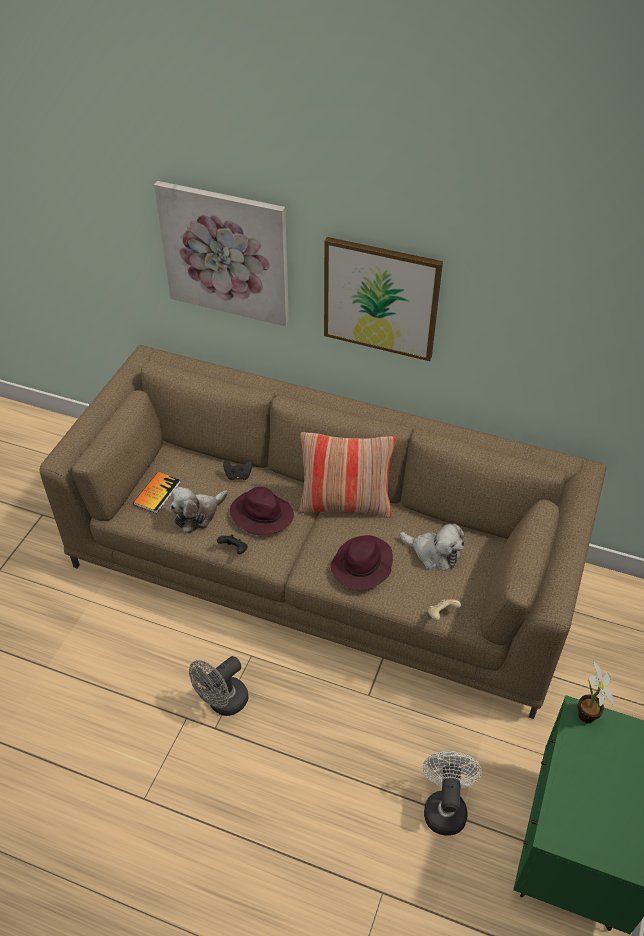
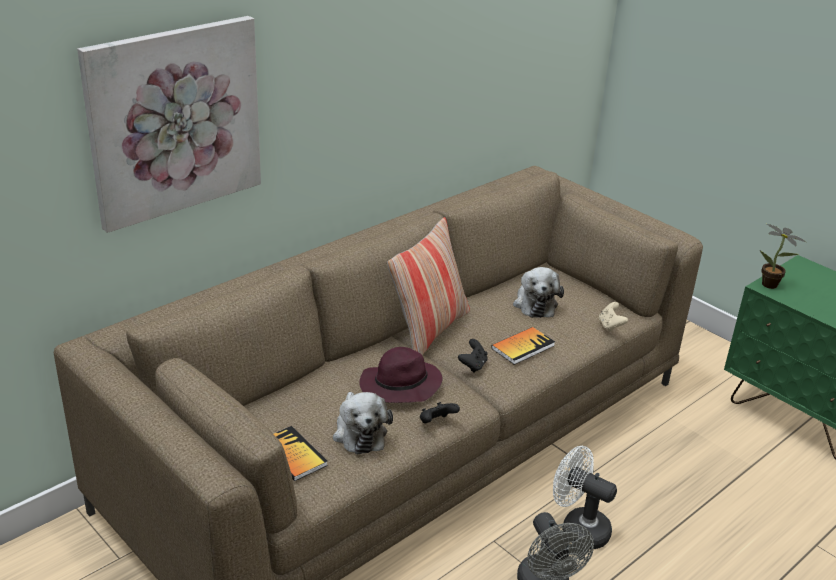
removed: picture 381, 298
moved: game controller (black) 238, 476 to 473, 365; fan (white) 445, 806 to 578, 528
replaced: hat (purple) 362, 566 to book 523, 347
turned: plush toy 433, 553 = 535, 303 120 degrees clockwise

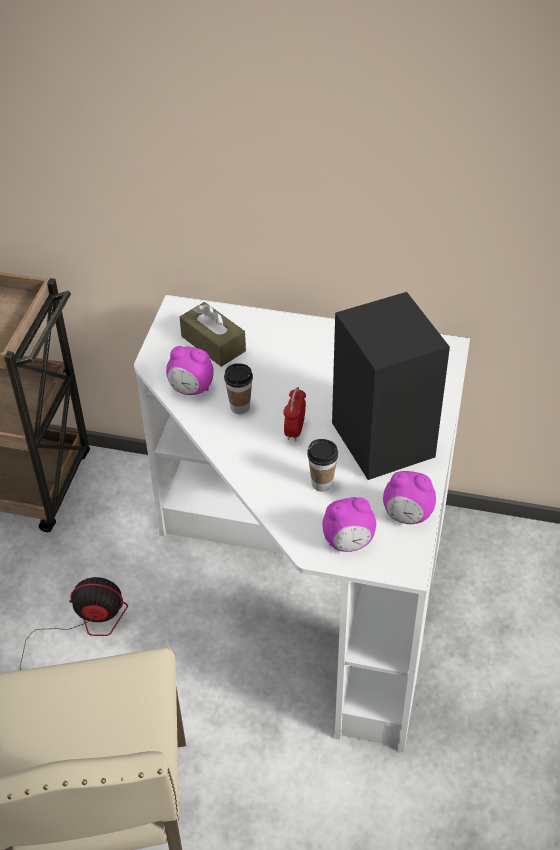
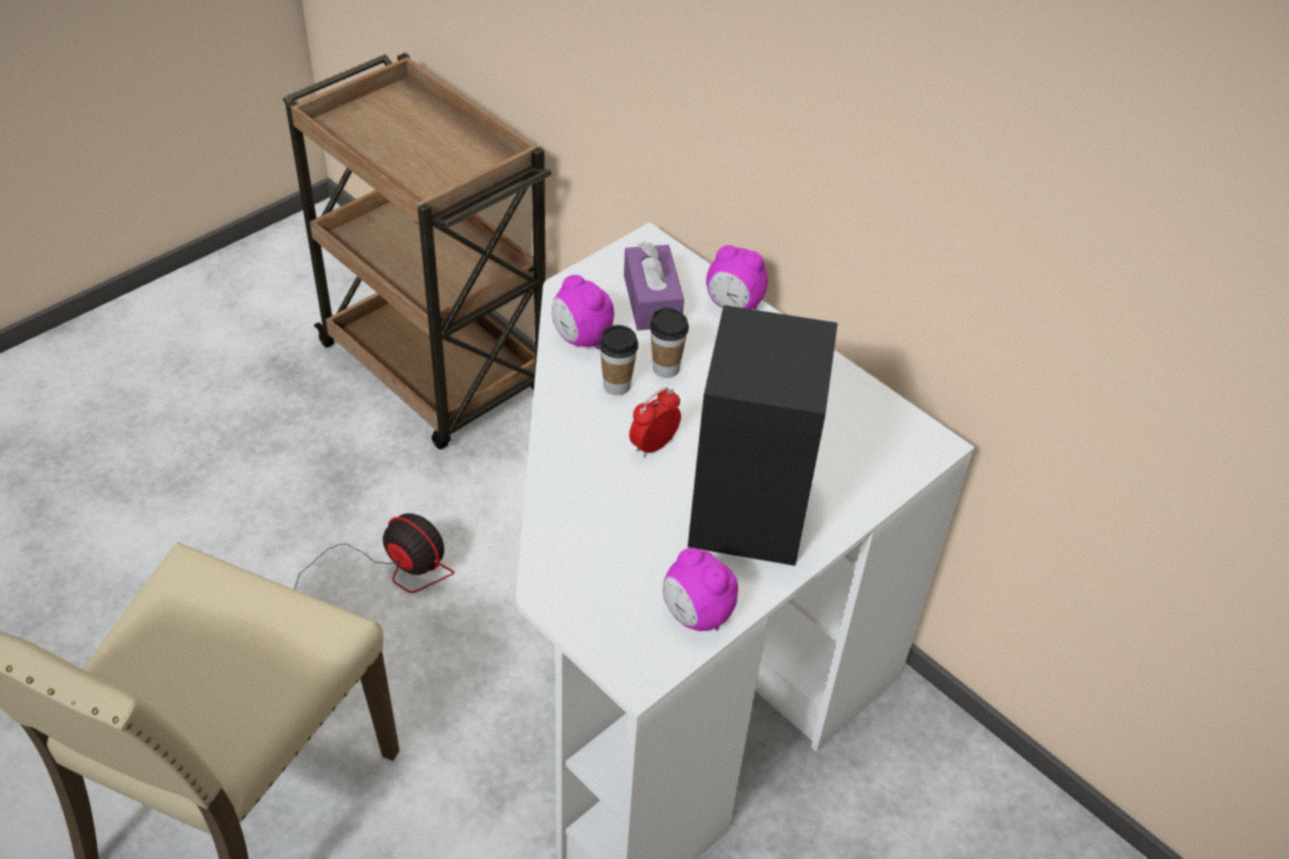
moved: cup 322, 483 to 666, 368; alarm clock 348, 542 to 734, 305
recoloured: tissue box (brown) 213, 344 to tissue box (purple) 652, 301

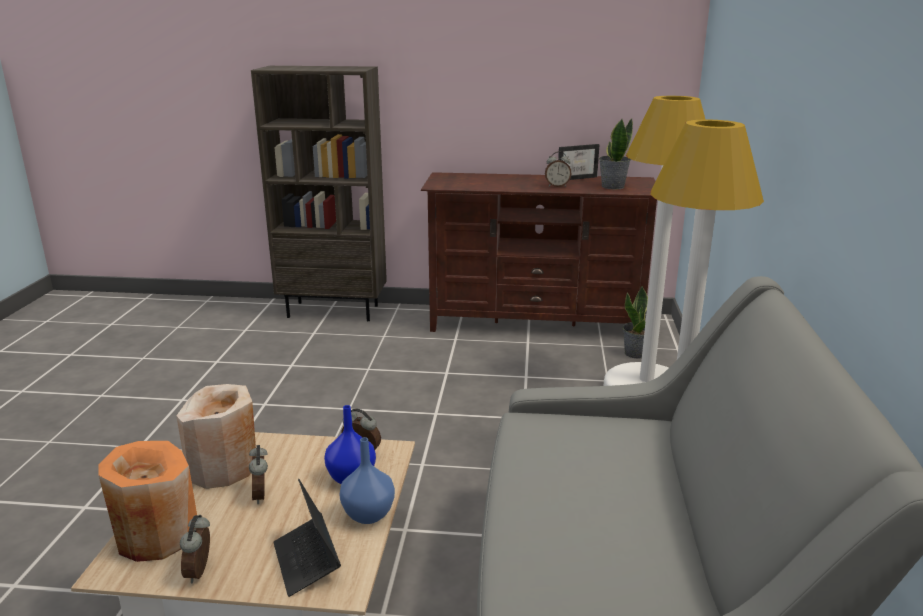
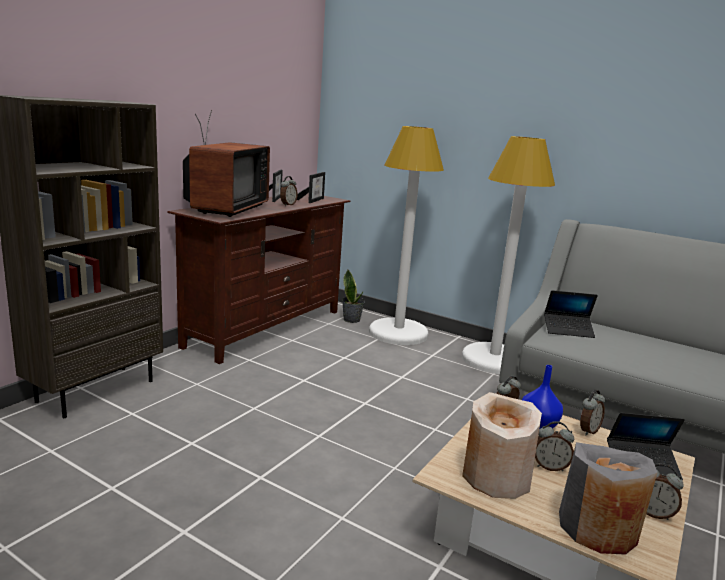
added: television 224, 209; laptop 568, 330
replaced: potted plant 612, 186 to picture frame 313, 200; vase (blue) 369, 514 to alarm clock 588, 430
recoloured: vase (orange) 156, 535 to vase (grey) 597, 529

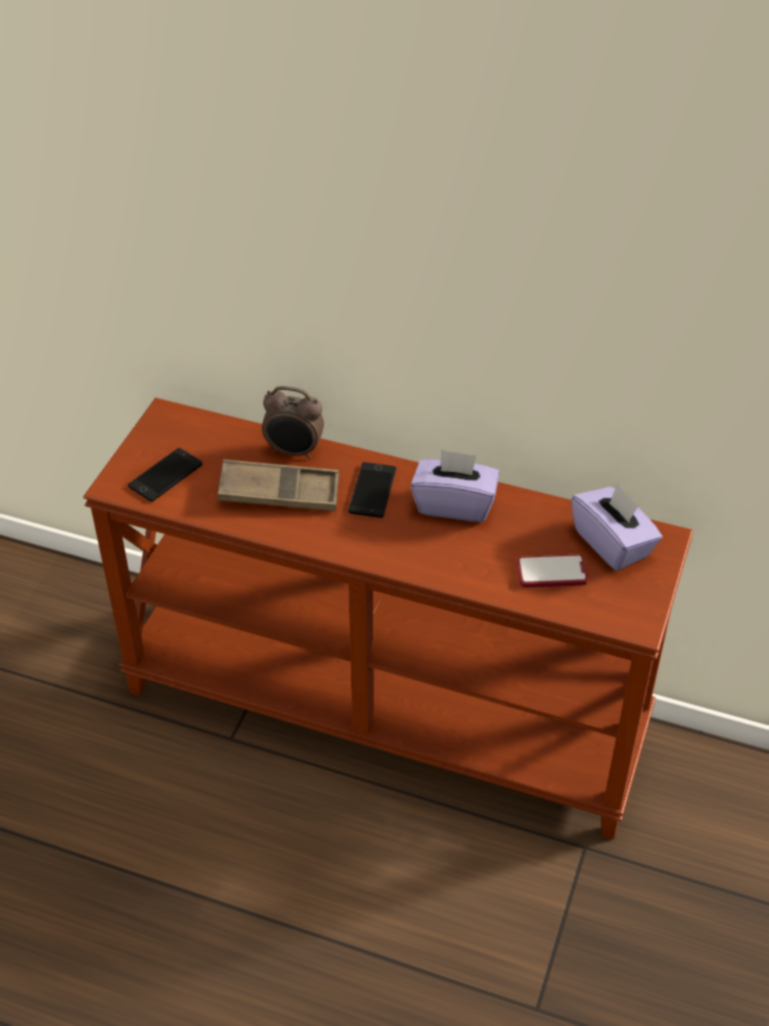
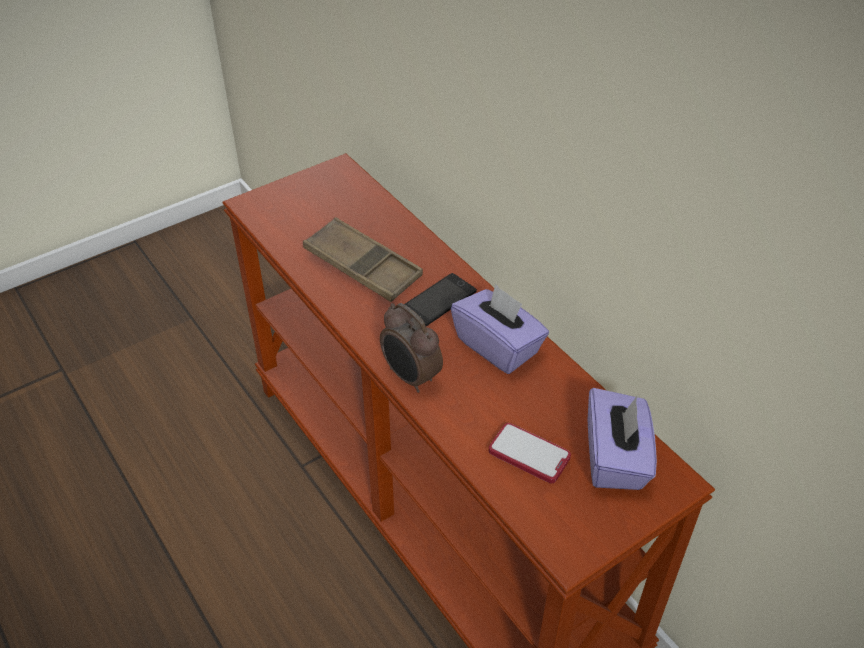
removed: phone 165, 475
moved: alarm clock 294, 452 to 410, 377

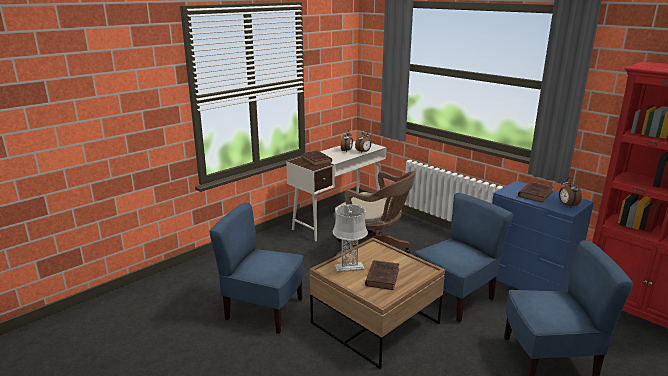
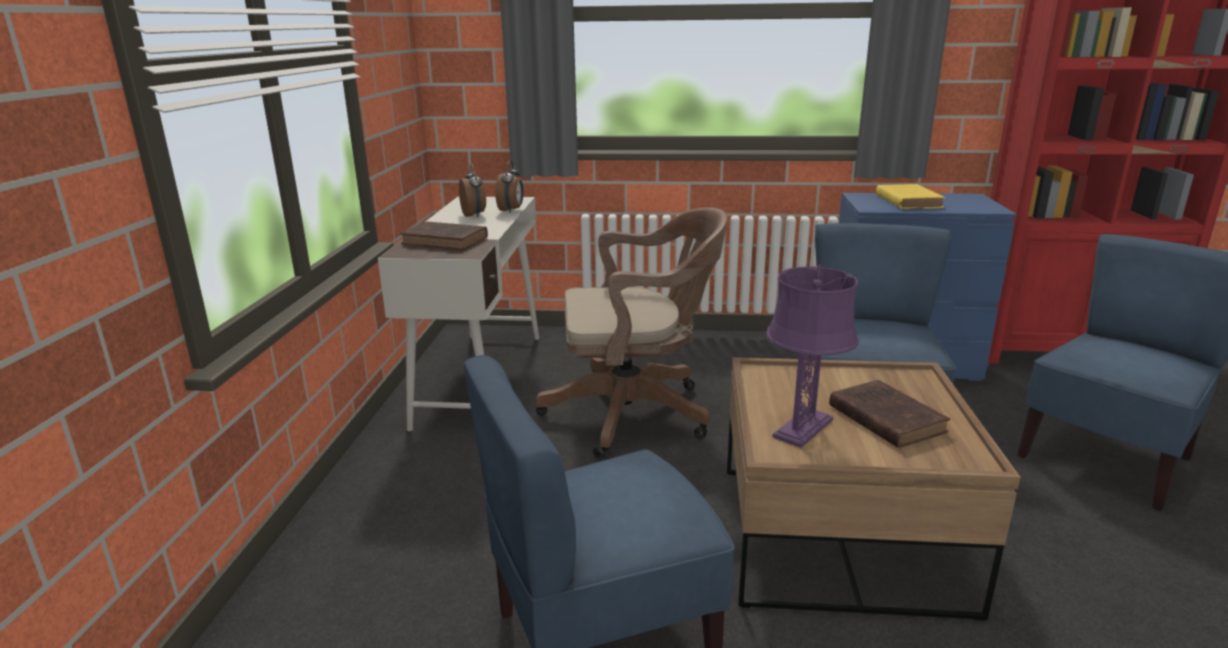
removed: alarm clock 567, 205
recoloured: book (brown) 535, 194 to book (yellow) 907, 201; table lamp (grey) 349, 267 to table lamp (purple) 803, 428

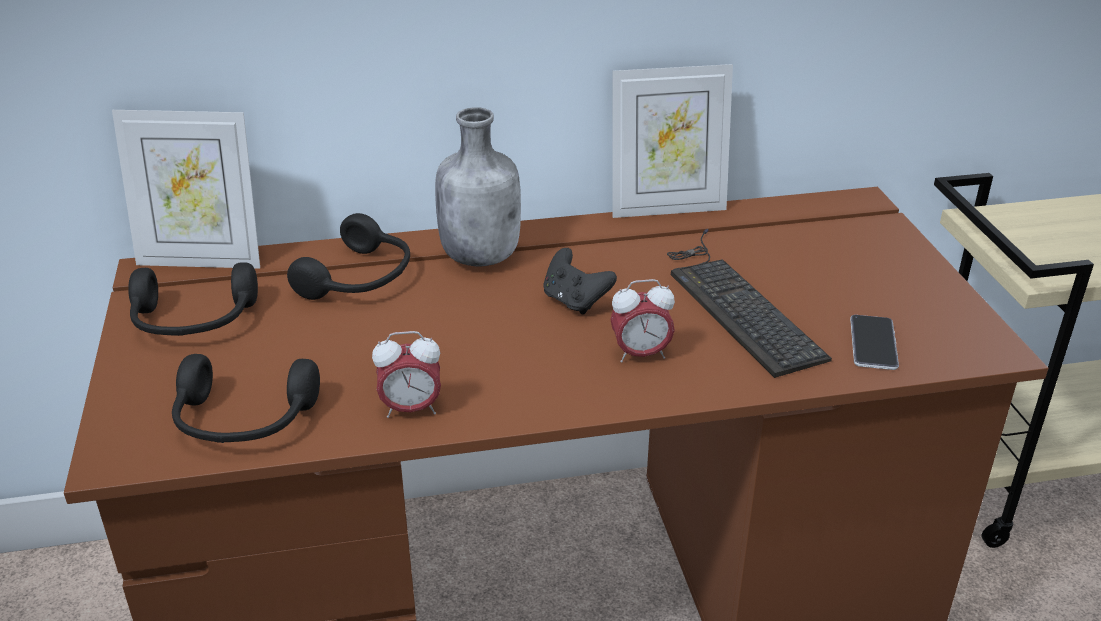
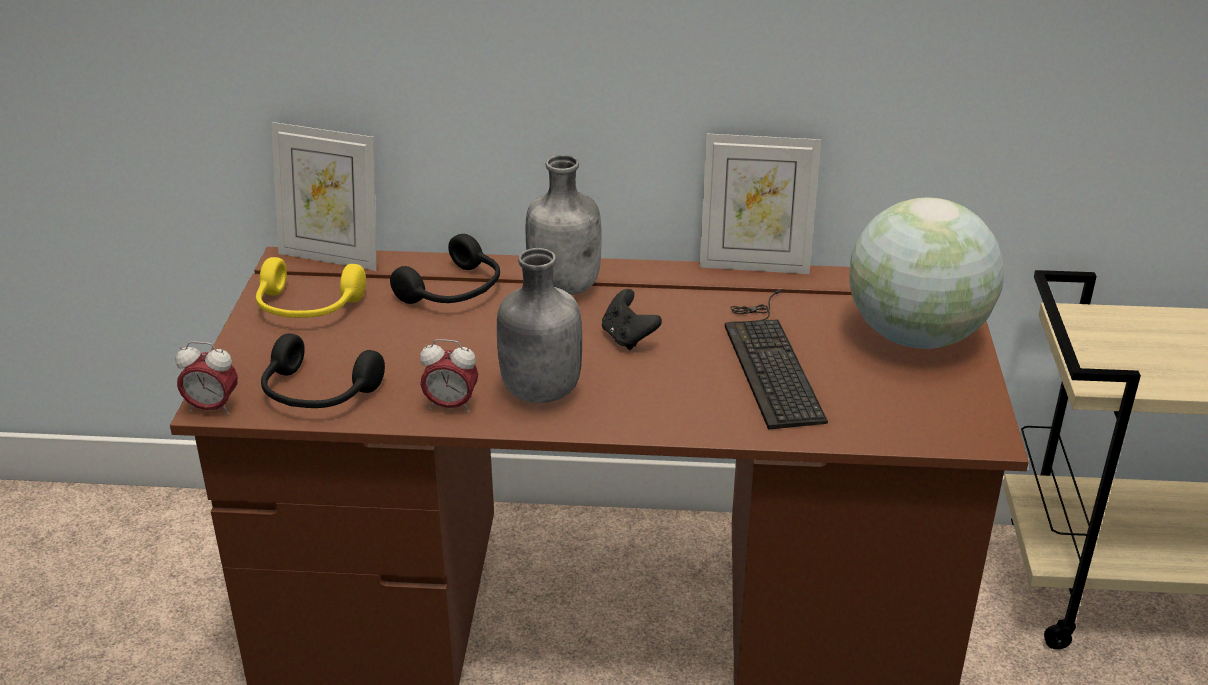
removed: phone 873, 343
added: globe 915, 336; bottle (grey) 539, 392
moved: alarm clock 640, 354 to 212, 408
recoloured: headphones (black) 193, 322 to headphones (yellow) 307, 308

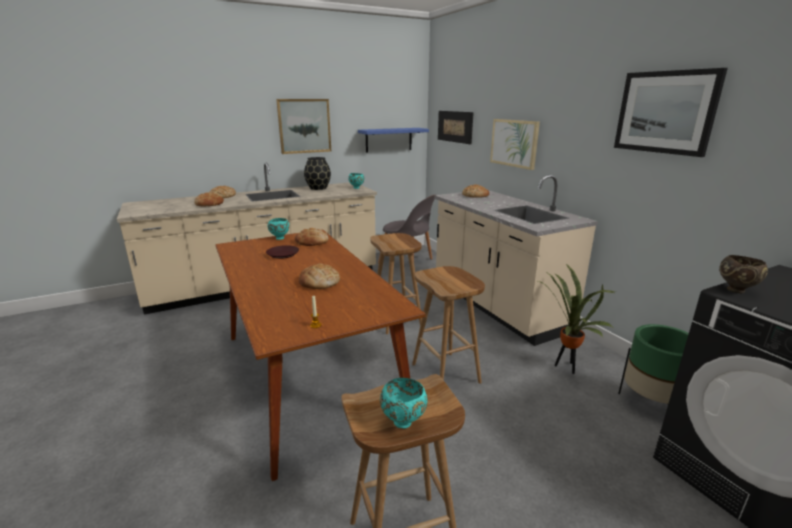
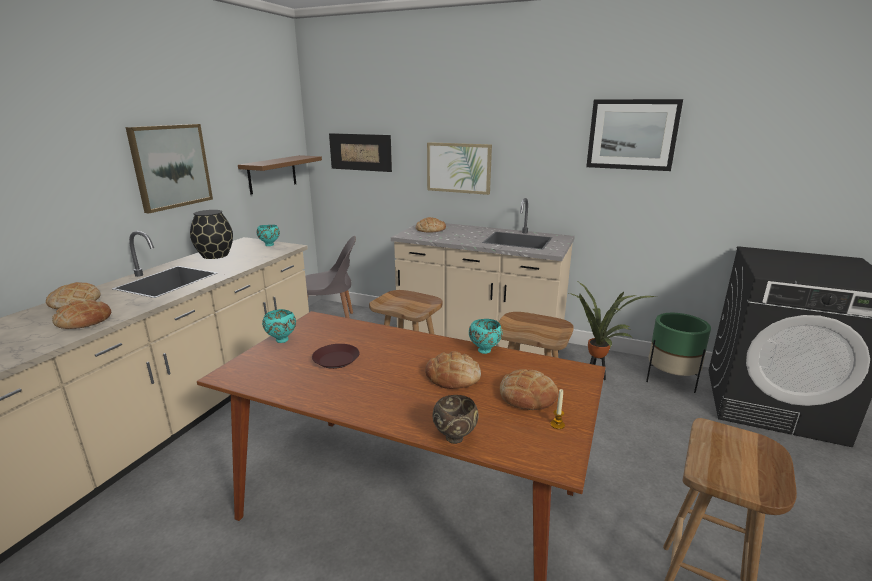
moved: bread 312, 241 to 527, 395; bowl (brown) 736, 290 to 455, 437; bowl (turquoise) 404, 422 to 485, 350
recoloured: shelf (blue) 388, 139 to shelf (brown) 272, 174

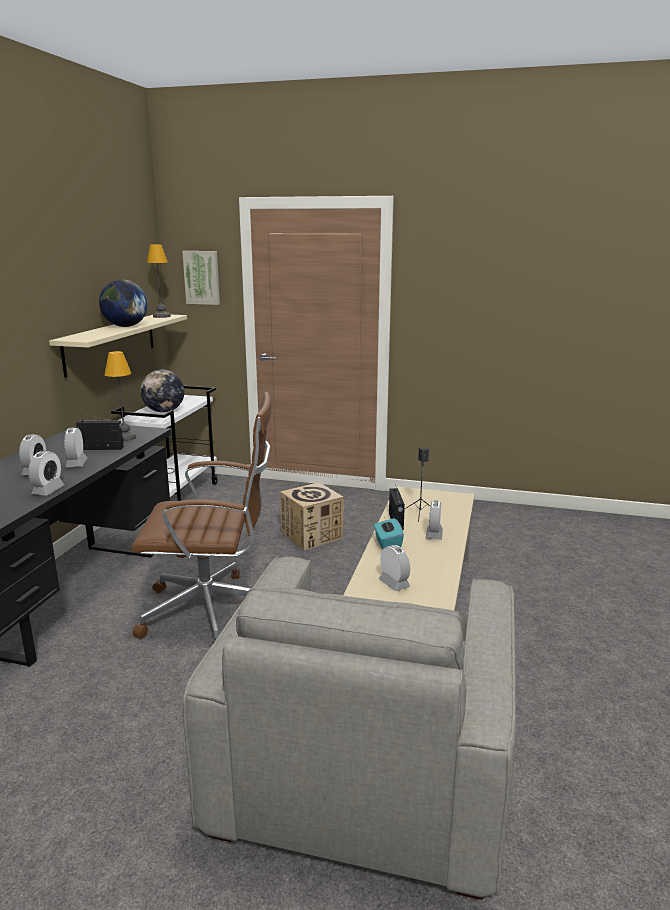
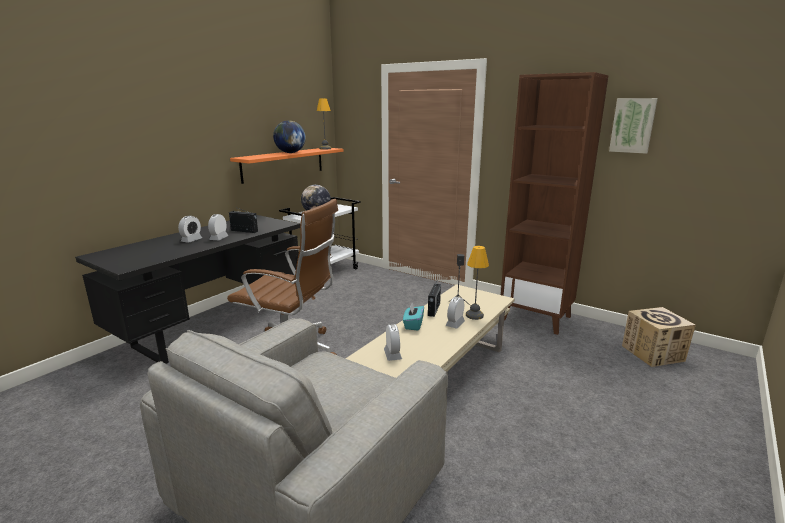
removed: alarm clock 48, 490
added: bookcase (brown) 536, 318
moved: picture 202, 277 to 632, 125; table lamp 125, 438 to 475, 315; cardboard box 312, 535 to 653, 353
recoloured: shelf (beige) 111, 343 to shelf (orange) 283, 164

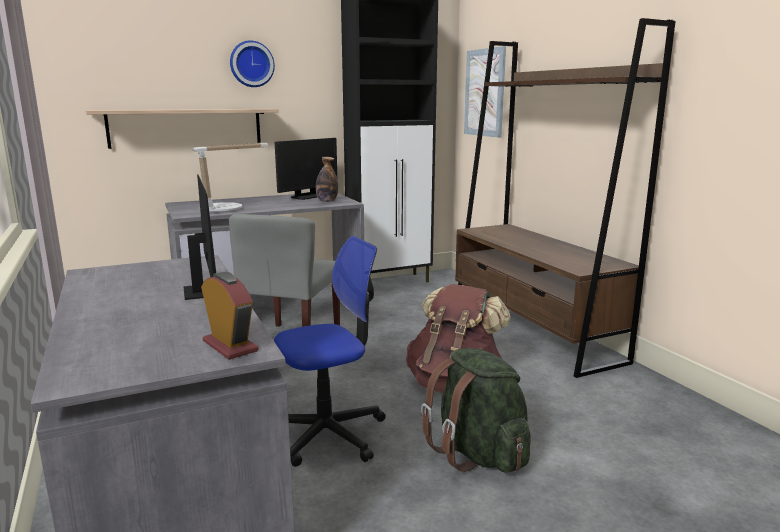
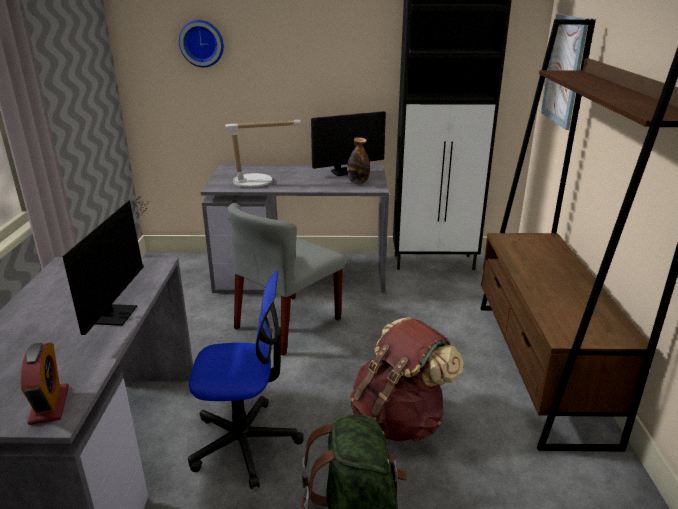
removed: shelf 186, 127
moved: wall clock 251, 64 to 202, 43

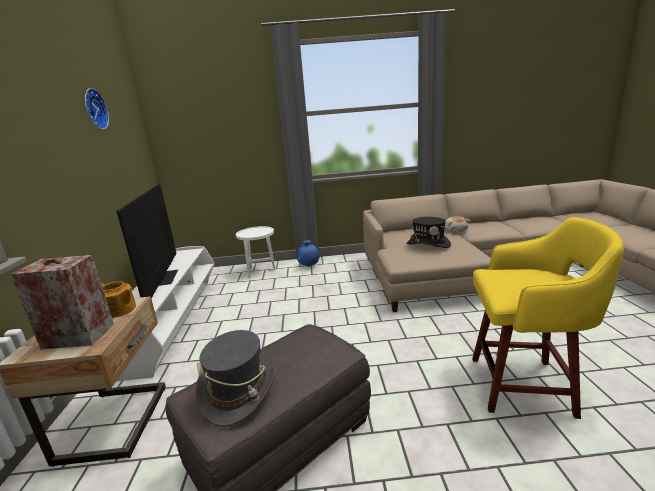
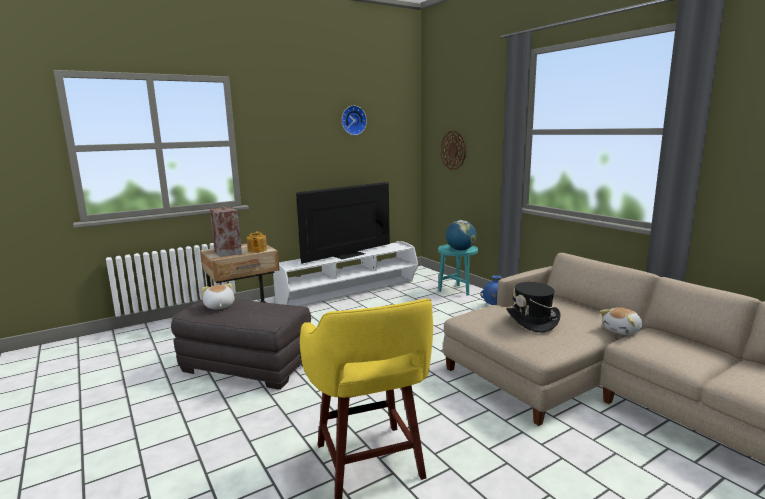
added: wall clock 453, 150; globe 460, 250
replaced: hat (grey) 239, 391 to plush toy 219, 306
recoloured: side table (white) 260, 271 to side table (turquoise) 457, 291

